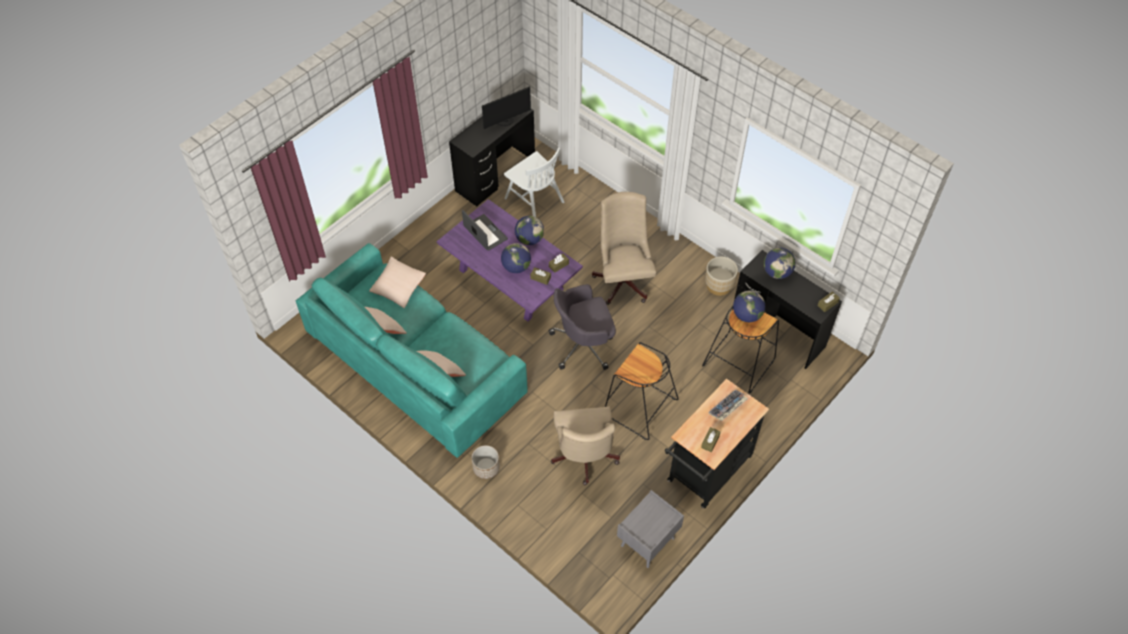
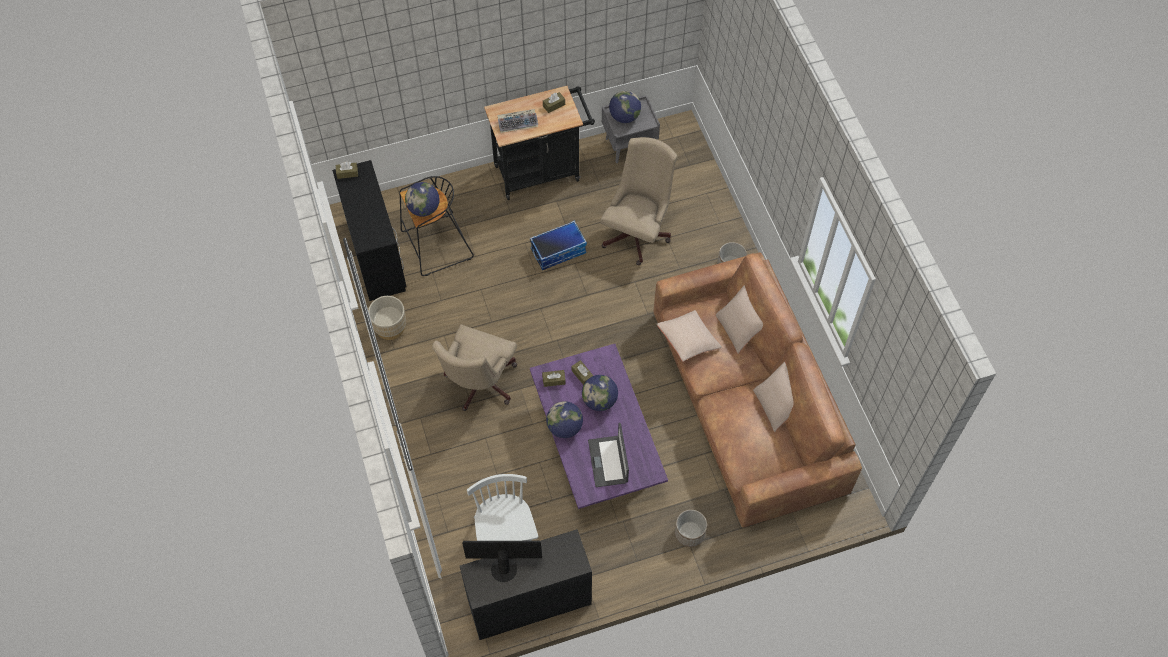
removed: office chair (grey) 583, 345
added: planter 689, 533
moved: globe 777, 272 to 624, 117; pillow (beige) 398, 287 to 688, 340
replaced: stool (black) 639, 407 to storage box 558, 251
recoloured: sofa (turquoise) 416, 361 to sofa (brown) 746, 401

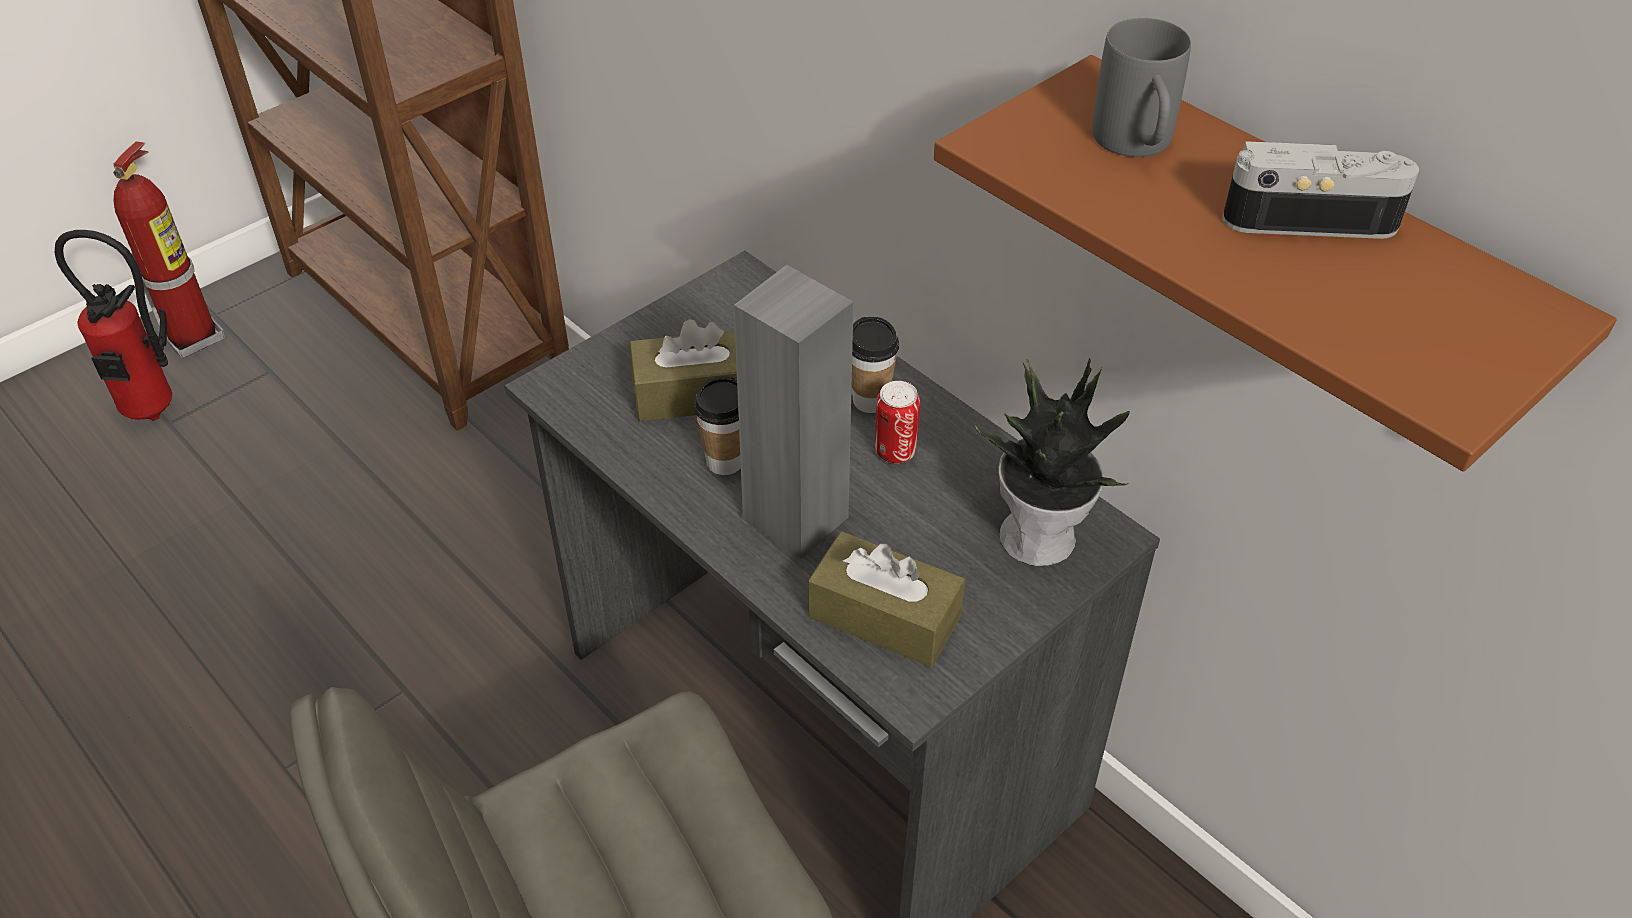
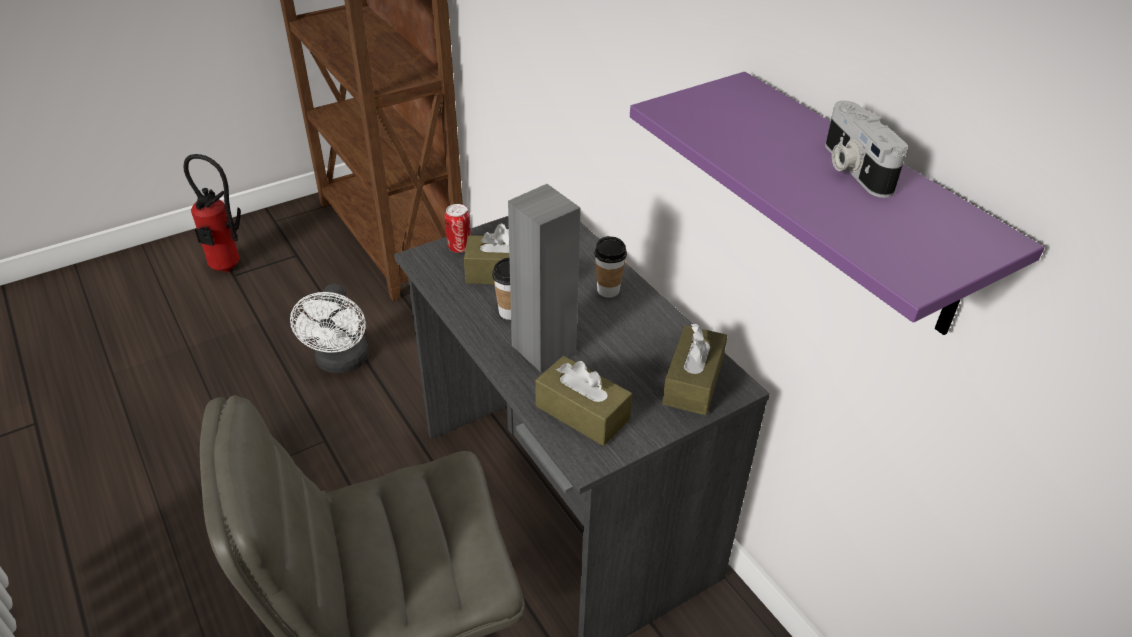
removed: mug (grey) 1136, 146; fire extinguisher 195, 337
added: fan (white) 341, 363
moved: can 895, 451 to 459, 247
replaced: potted plant 1041, 537 to tissue box (brown) 693, 382
recoloured: shelf (brown) 1301, 258 to shelf (purple) 858, 205
turned: photo camera 1308, 217 = 852, 168 120 degrees counterclockwise

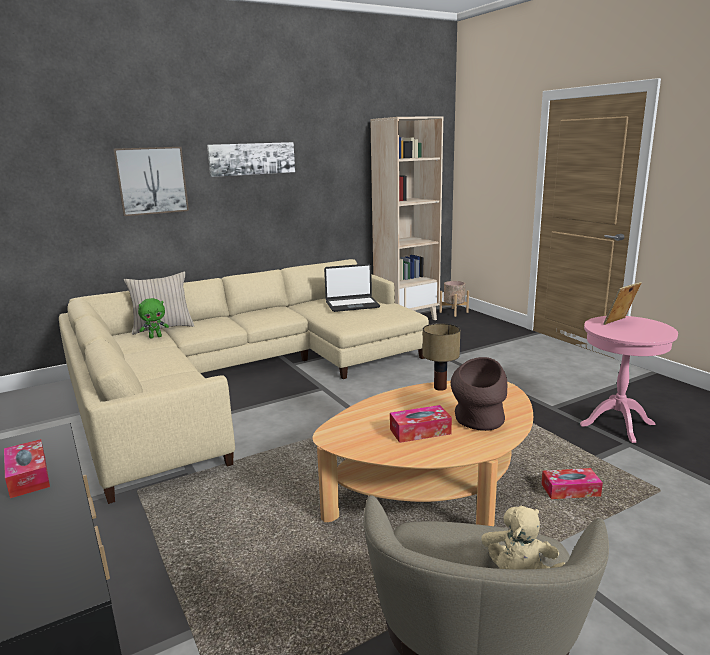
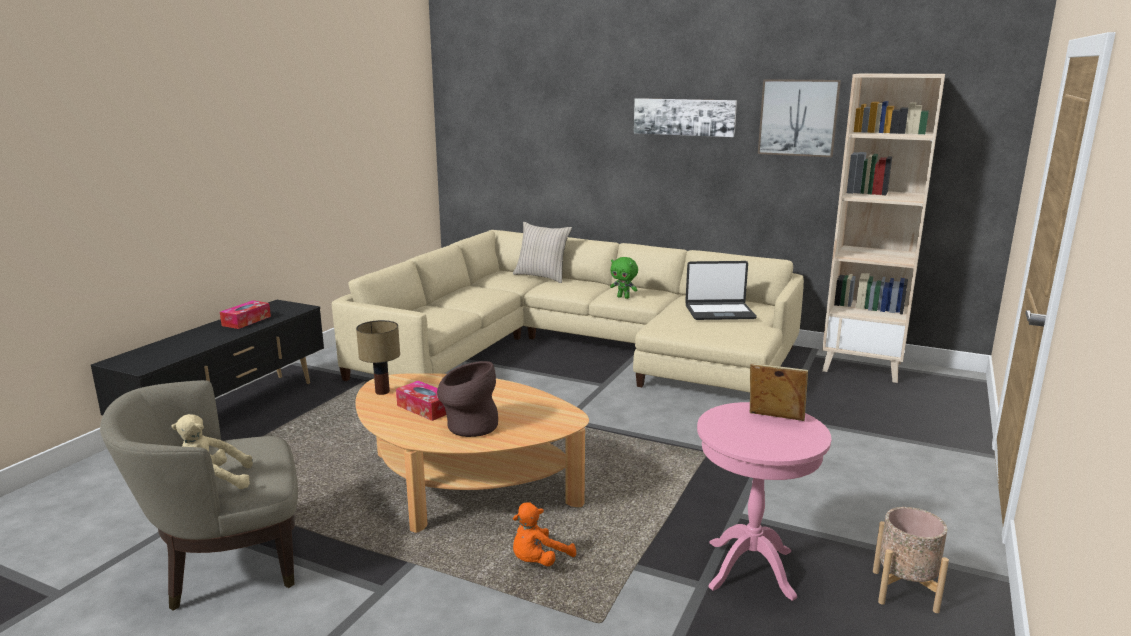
moved: picture 152, 180 to 798, 117; planter (beige) 453, 312 to 904, 590; plush toy (green) 155, 337 to 623, 297; table lamp 440, 388 to 382, 392
replaced: tissue box 570, 491 to plush toy (orange) 538, 561
turned: laptop 352, 305 = 719, 312 45 degrees counterclockwise

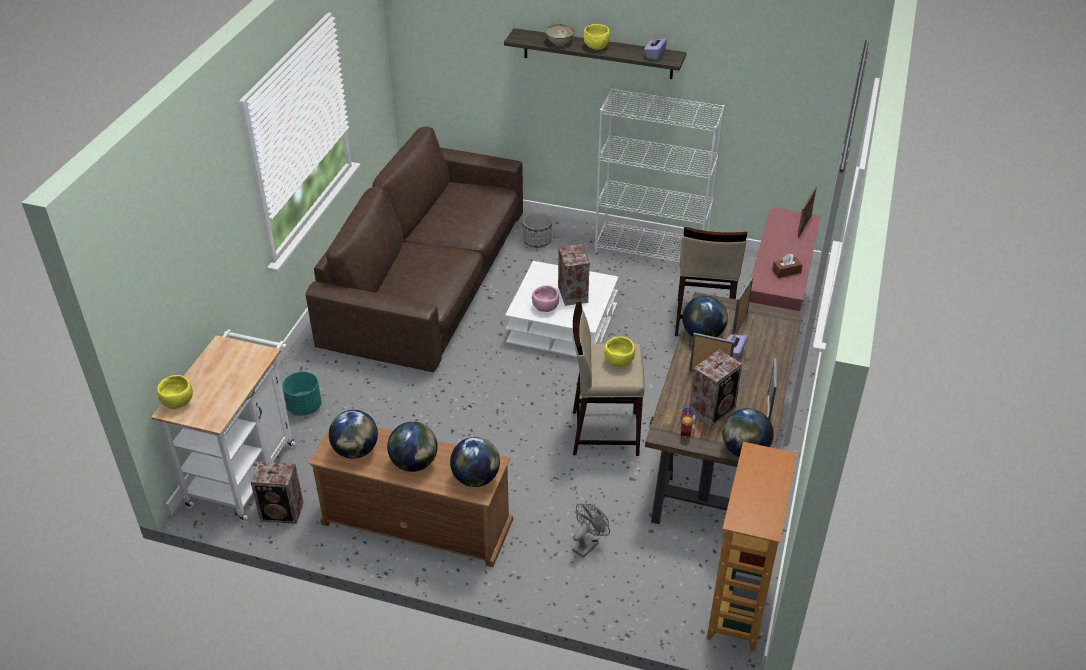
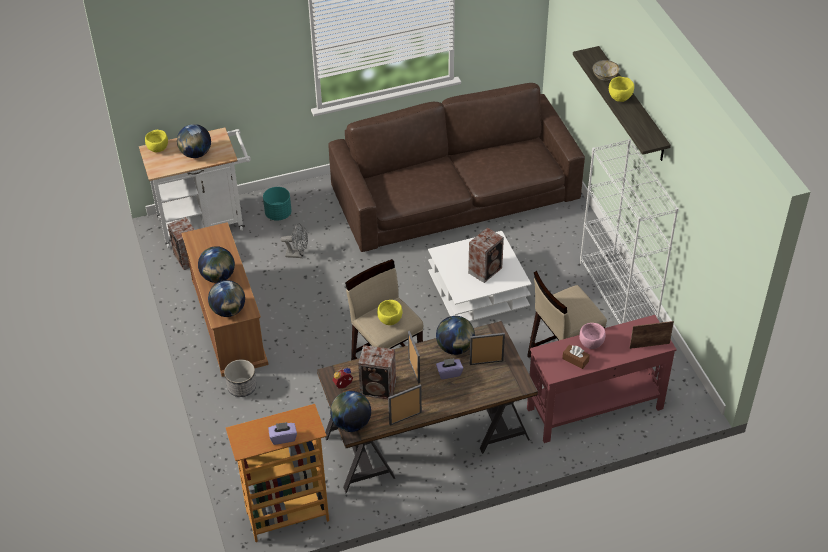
moved: tissue box (purple) 654, 55 to 283, 437; planter 537, 241 to 242, 387; bowl (pink) 546, 307 to 591, 343; globe 356, 451 to 196, 154; fan (grey) 588, 544 to 297, 254

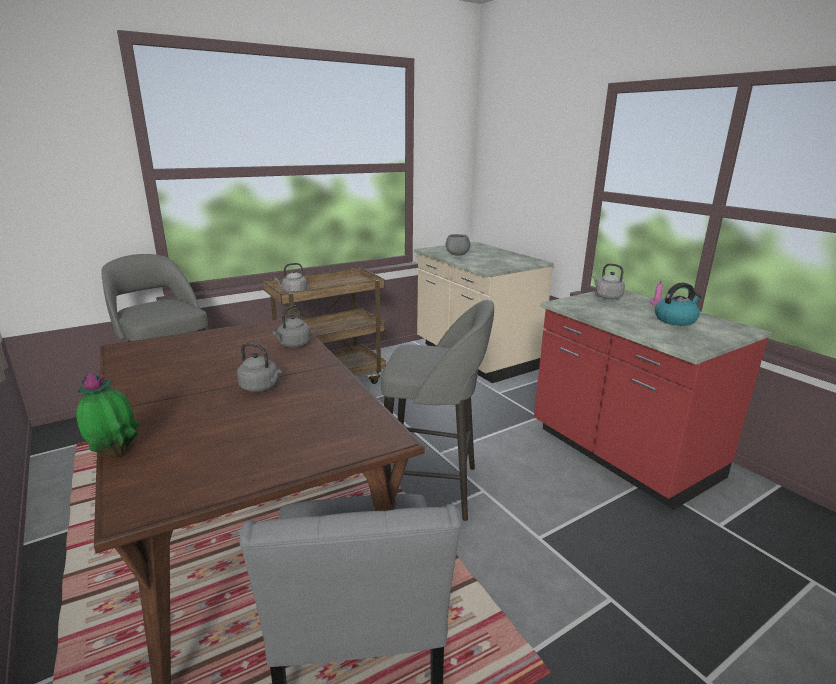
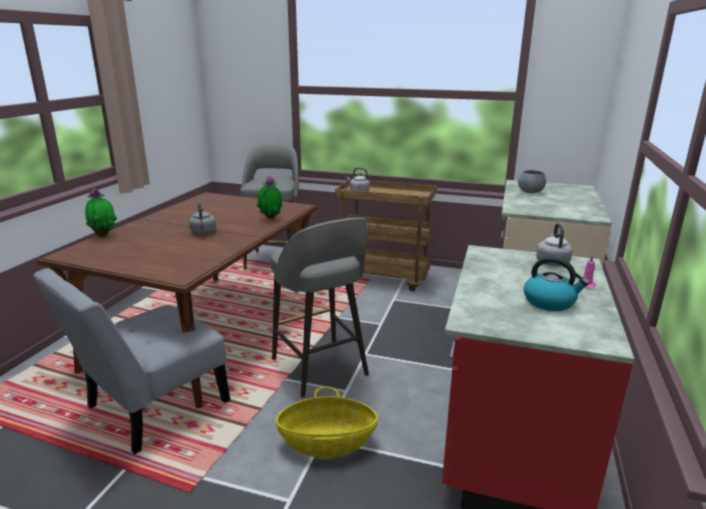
added: basket 327, 442
replaced: kettle (grey) 293, 345 to potted plant 270, 219

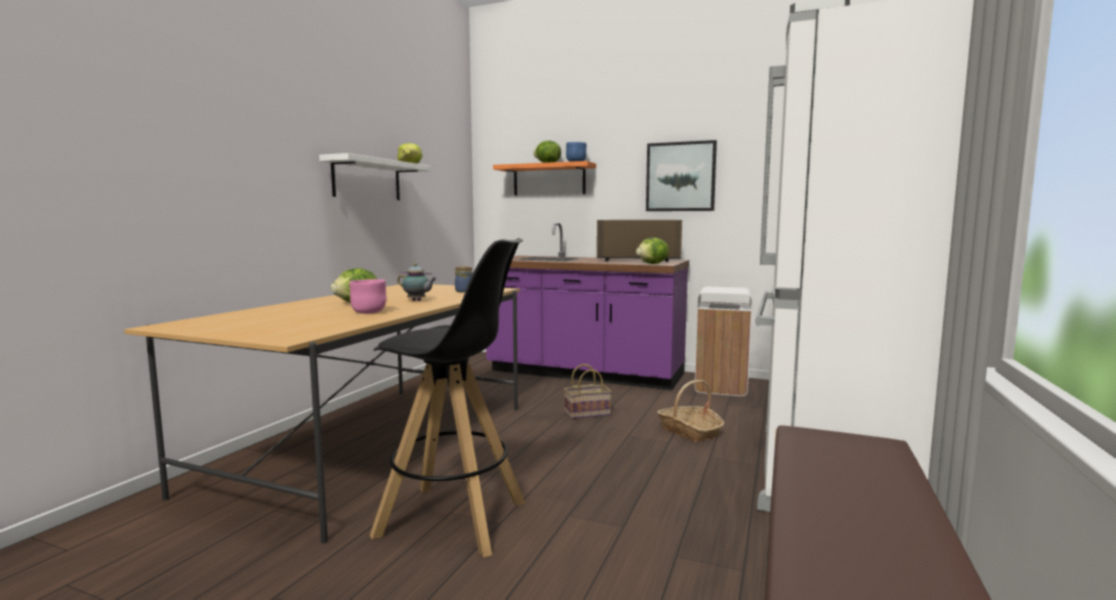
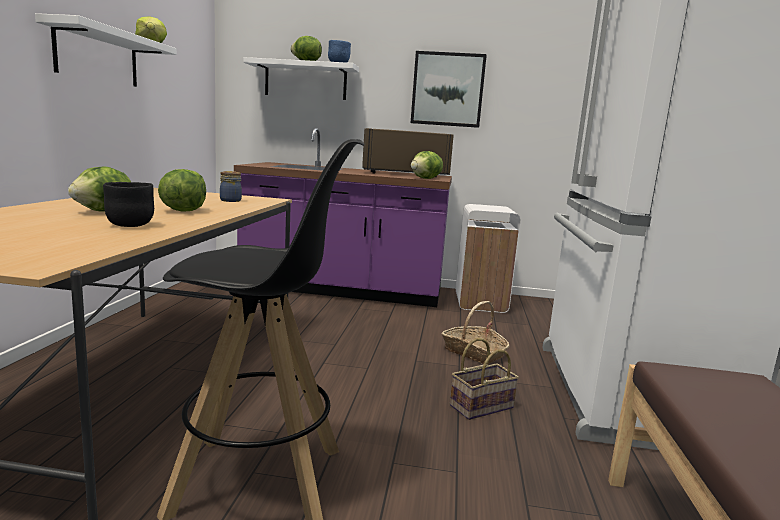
moved: basket 588, 413 to 482, 406
replaced: teapot 417, 301 to lettuce 183, 211
recoloured: shelf (orange) 549, 180 to shelf (white) 305, 81; bowl (pink) 369, 312 to bowl (black) 130, 225

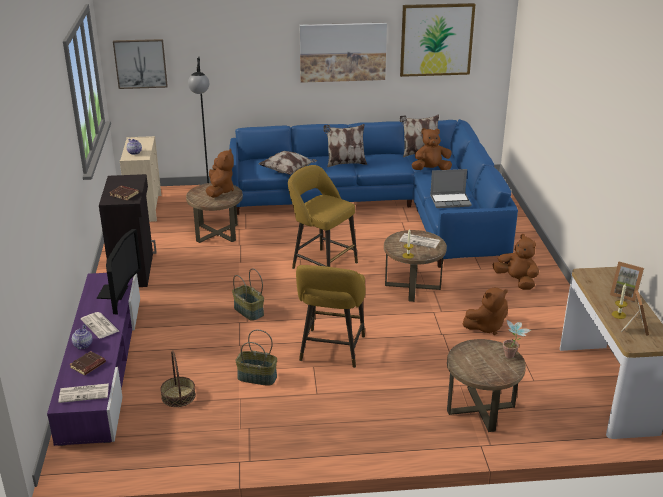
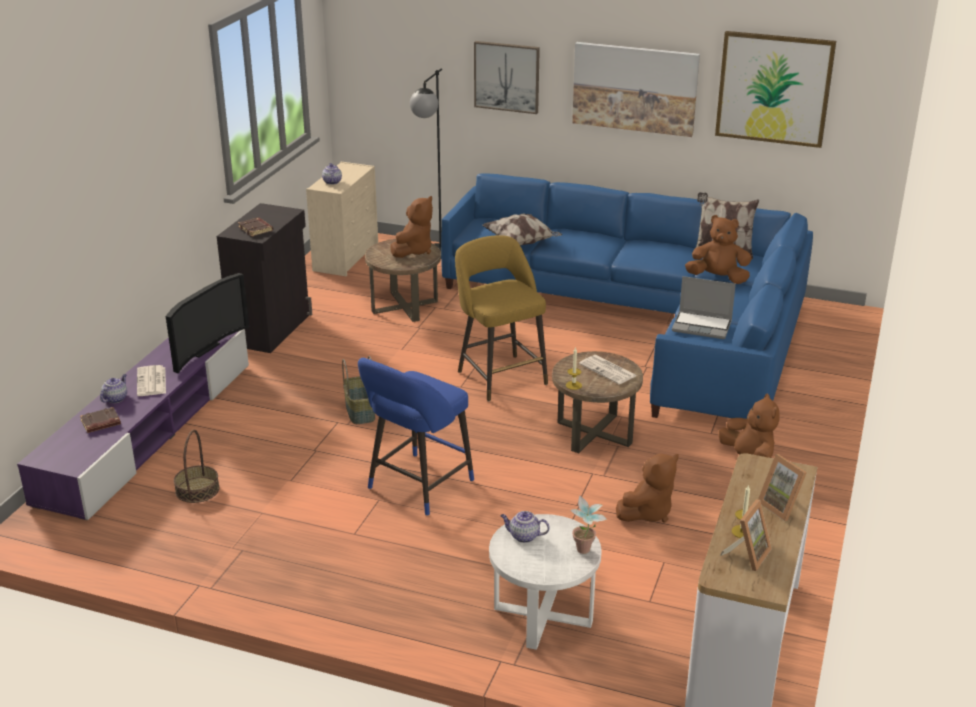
removed: pillow 345, 163; basket 256, 377; newspaper 85, 393
added: teapot 523, 536
moved: picture 140, 63 to 507, 77
recoloured: stool (yellow) 331, 351 to stool (blue) 417, 487; side table (brown) 480, 408 to side table (white) 543, 615
turned: plush toy (brown) 486, 327 = 647, 512 45 degrees counterclockwise

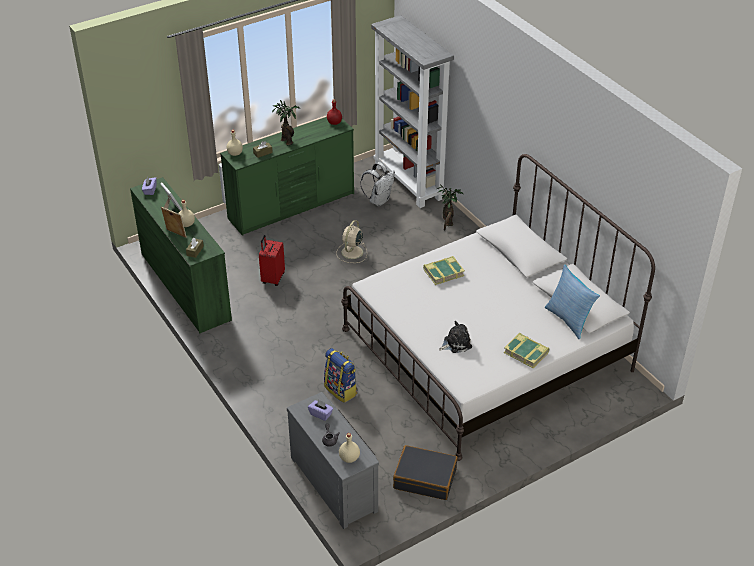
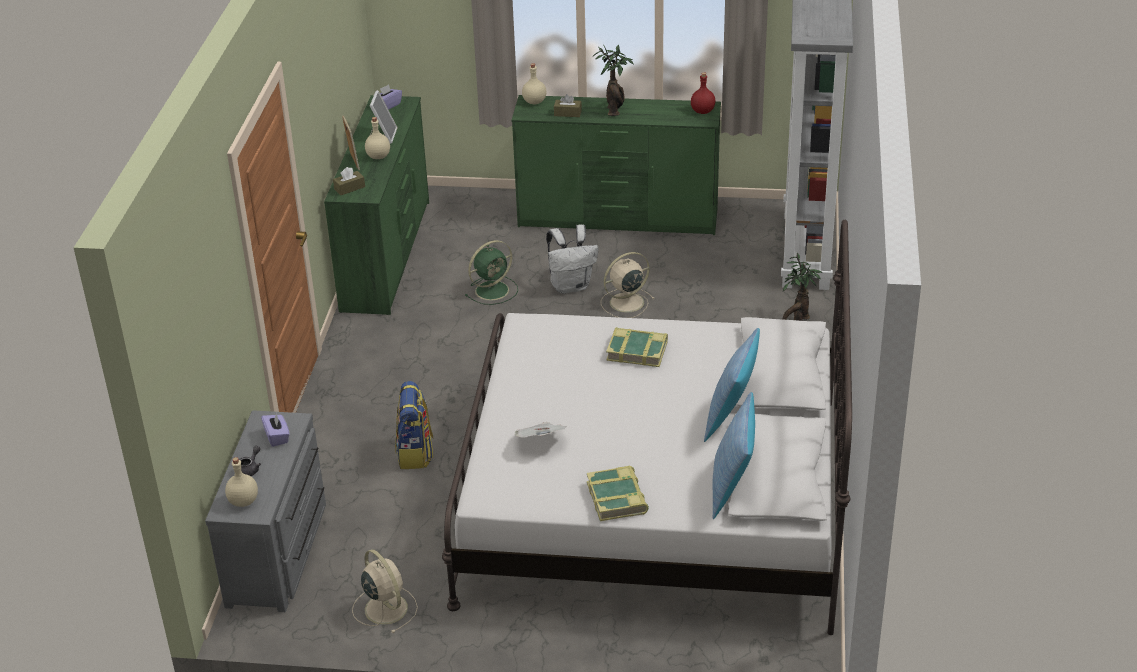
added: pillow 731, 417
moved: backpack (white) 379, 200 to 571, 286
replaced: suitcase (red) 272, 278 to fan (green) 493, 290; plush toy 456, 343 to newspaper 540, 441; suitcase (black) 425, 478 to fan (beige) 385, 607

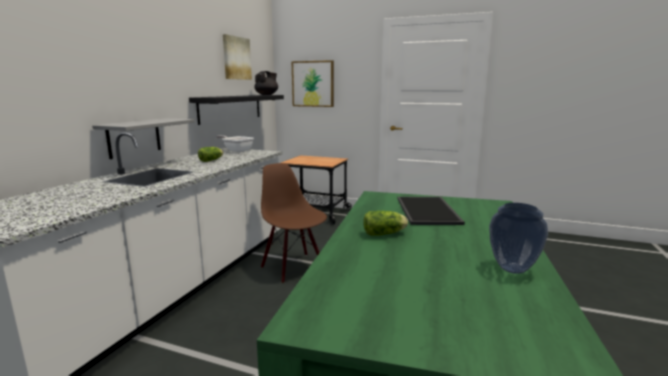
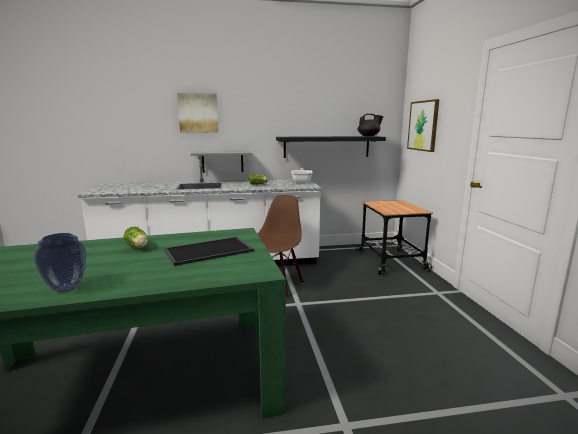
moved: picture 236, 58 to 198, 113

